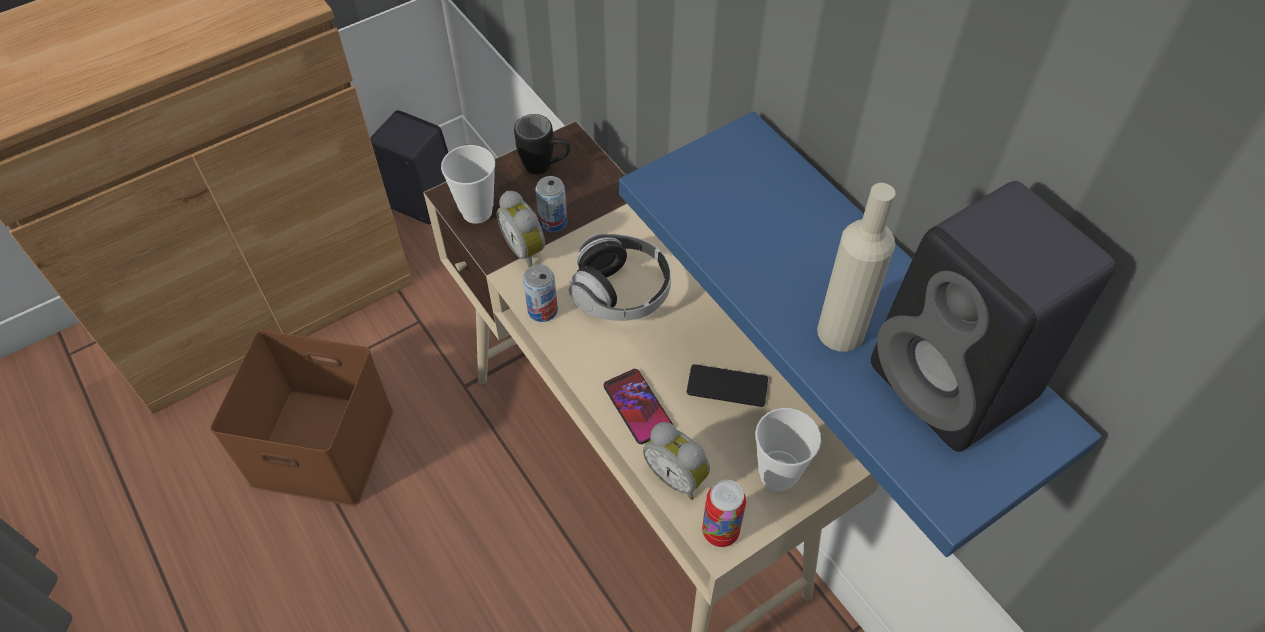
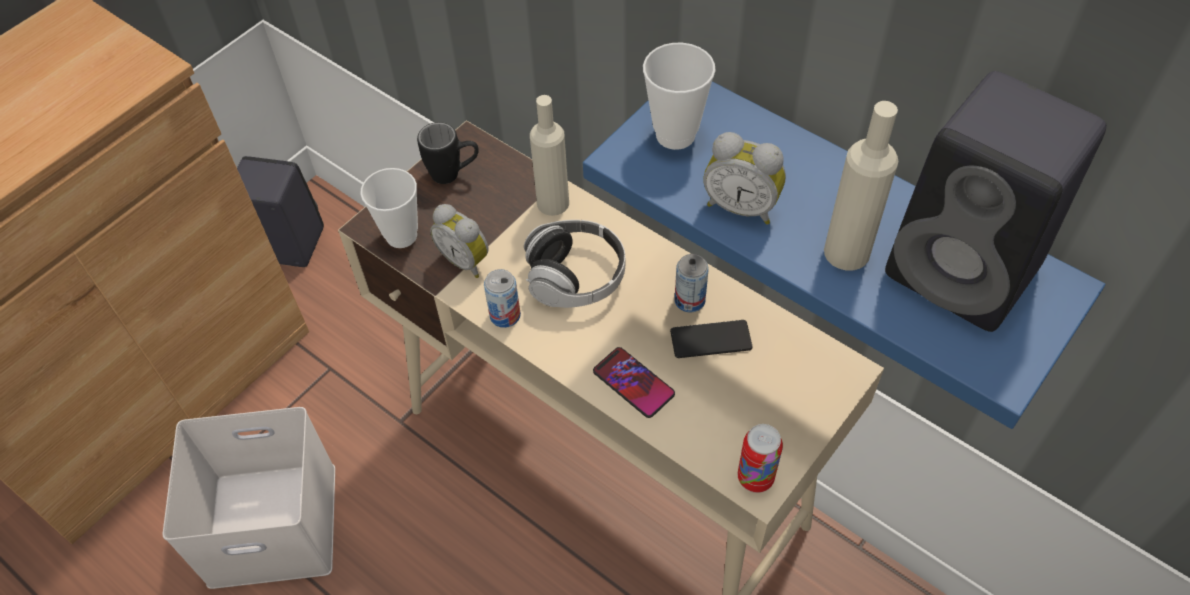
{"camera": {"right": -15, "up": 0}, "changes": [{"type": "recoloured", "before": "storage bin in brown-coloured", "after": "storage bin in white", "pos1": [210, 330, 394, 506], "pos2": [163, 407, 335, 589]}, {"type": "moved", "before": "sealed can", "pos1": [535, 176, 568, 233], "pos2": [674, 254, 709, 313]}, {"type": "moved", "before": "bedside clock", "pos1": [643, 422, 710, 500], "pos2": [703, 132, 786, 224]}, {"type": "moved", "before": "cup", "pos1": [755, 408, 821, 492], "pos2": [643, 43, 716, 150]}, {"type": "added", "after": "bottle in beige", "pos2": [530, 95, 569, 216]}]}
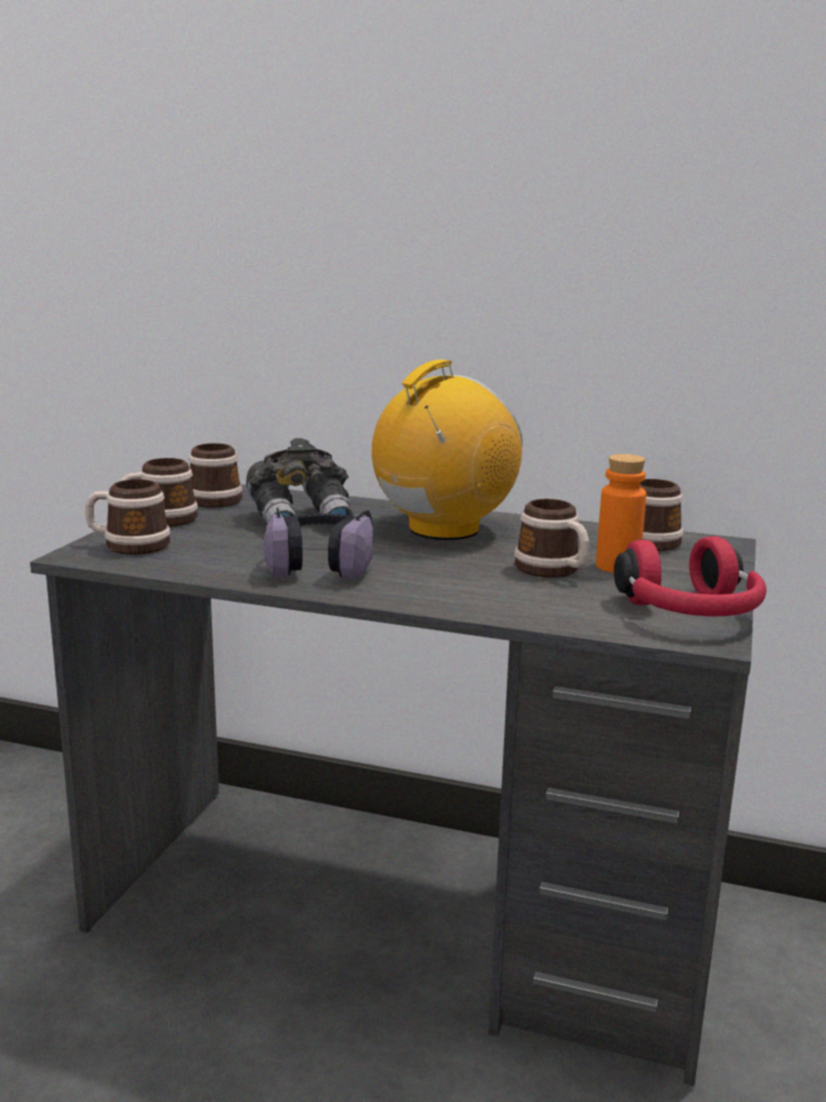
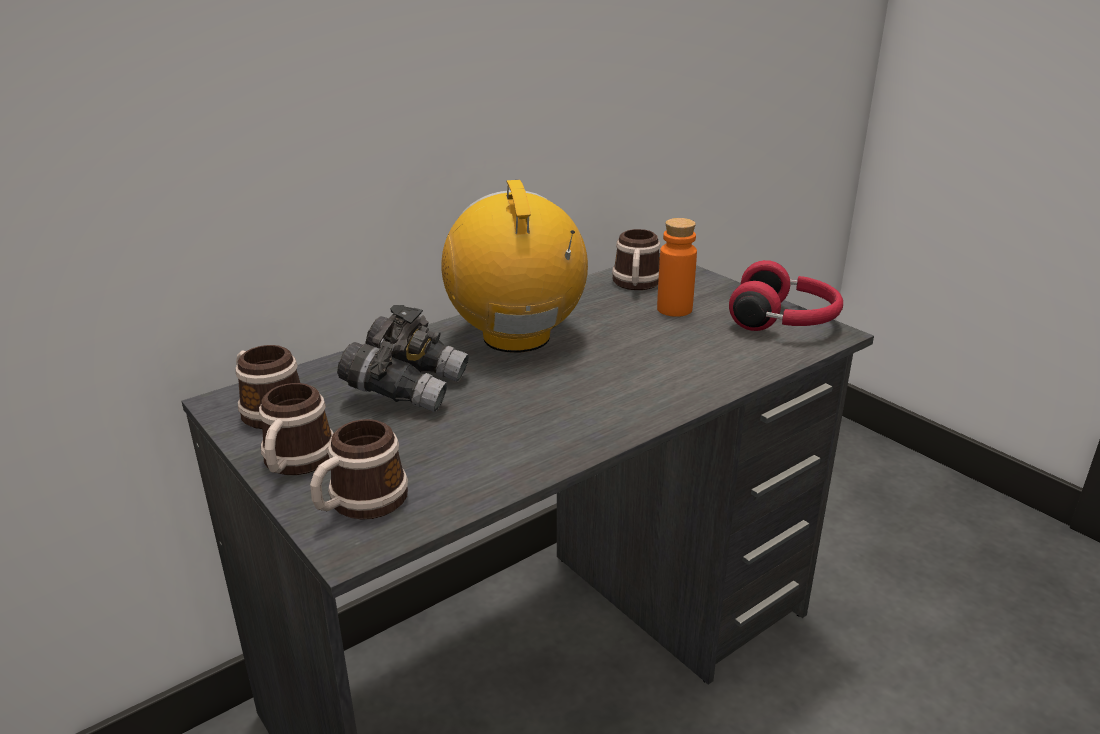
{"camera": {"right": -55, "up": 10}, "changes": [{"type": "removed", "before": "headset", "pos1": [264, 507, 373, 580]}, {"type": "removed", "before": "coffee mug", "pos1": [514, 499, 589, 578]}]}
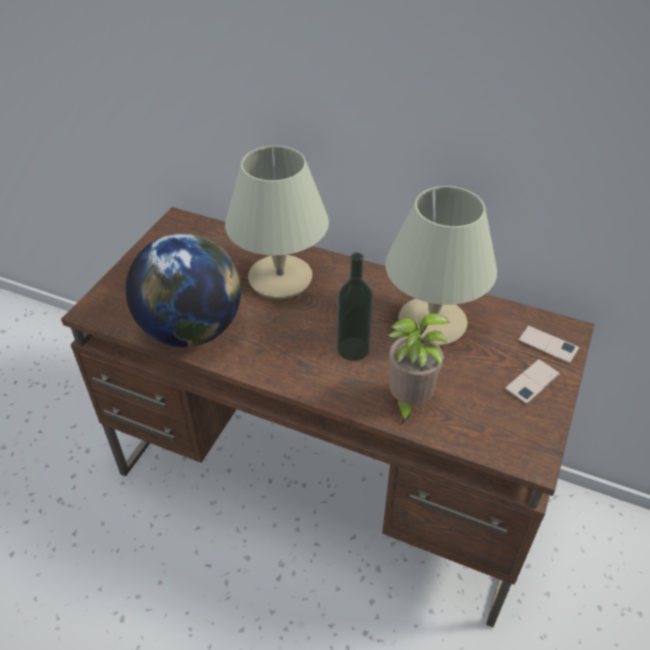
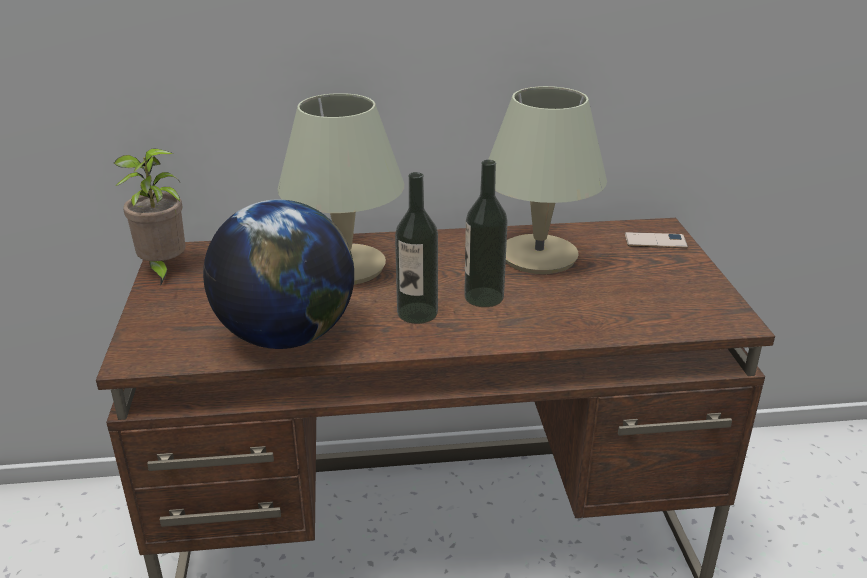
{"camera": {"right": -30, "up": -15}, "changes": [{"type": "moved", "before": "plant in a pot", "pos1": [388, 313, 450, 425], "pos2": [114, 148, 185, 284]}, {"type": "removed", "before": "handset", "pos1": [505, 359, 561, 404]}, {"type": "added", "after": "bottle", "pos2": [395, 172, 438, 324]}]}
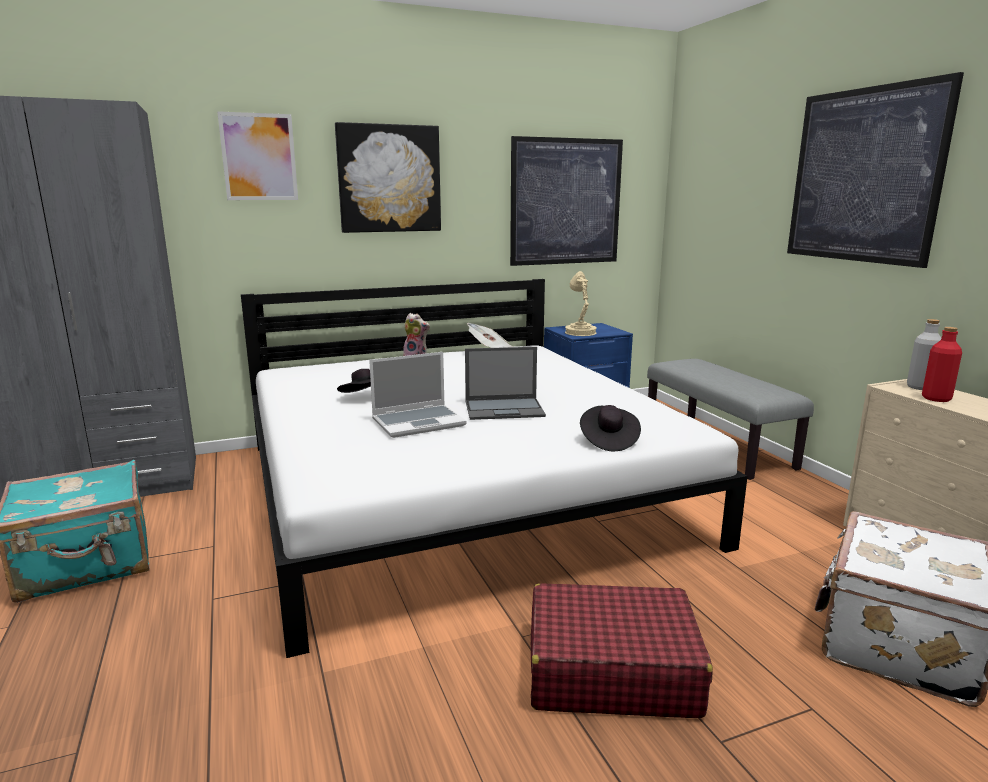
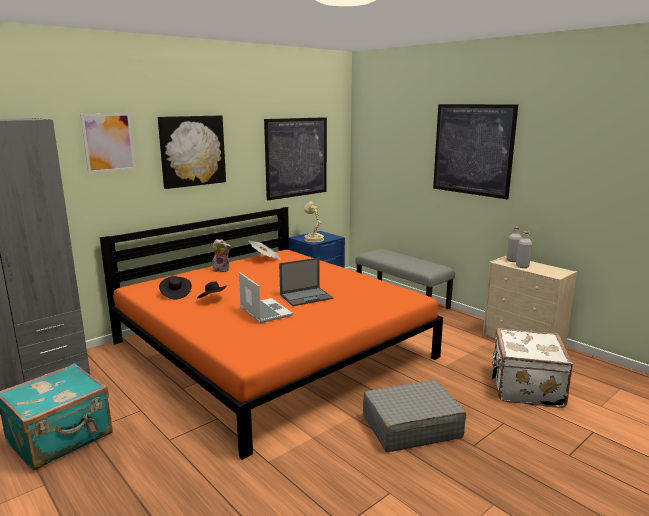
{"camera": {"right": -20, "up": 0}, "changes": [{"type": "recoloured", "before": "bed in white", "after": "bed in orange-coloured", "pos1": [241, 279, 748, 658], "pos2": [100, 207, 443, 460]}, {"type": "turned", "before": "laptop", "pos1": [369, 352, 467, 438], "pos2": [239, 272, 293, 323], "turn": -75}, {"type": "recoloured", "before": "travel case in reddish", "after": "travel case in gray", "pos1": [531, 583, 713, 718], "pos2": [363, 380, 466, 452]}, {"type": "moved", "before": "hat in black", "pos1": [580, 405, 641, 451], "pos2": [159, 276, 192, 300]}, {"type": "recoloured", "before": "bottle in reddish", "after": "bottle in gray", "pos1": [922, 327, 962, 402], "pos2": [516, 231, 532, 268]}]}
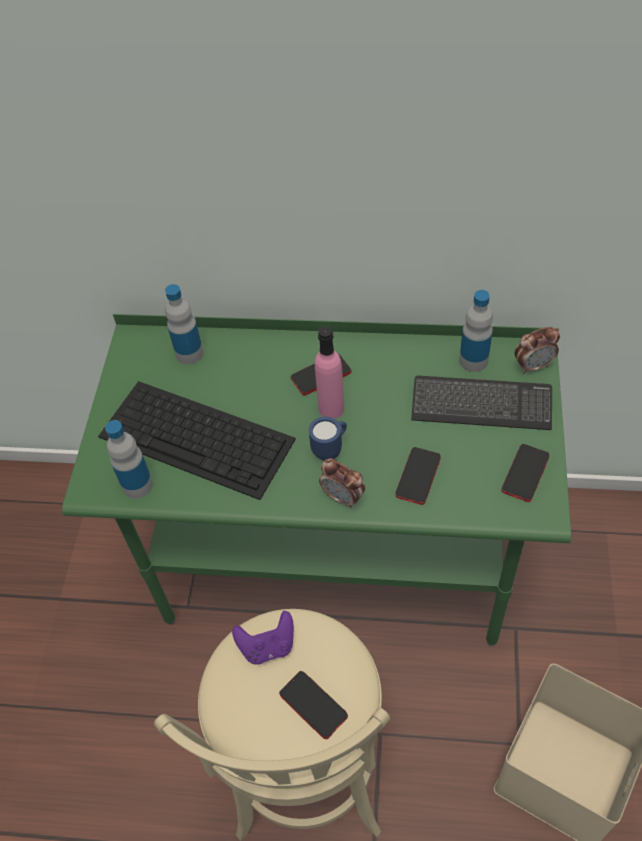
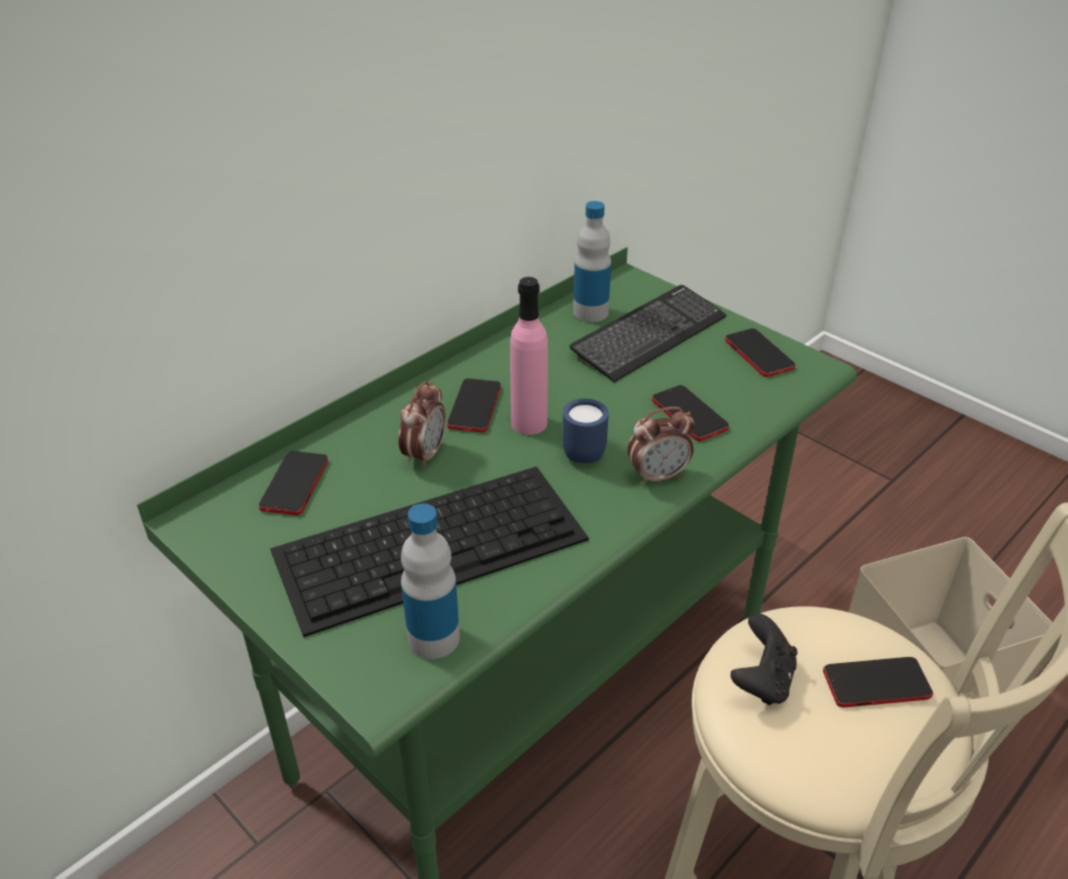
{"camera": {"right": -55, "up": -15}, "changes": [{"type": "replaced", "before": "bottle", "after": "handset", "pos1": [165, 284, 203, 364], "pos2": [259, 451, 328, 515]}, {"type": "recoloured", "before": "joypad in purplish", "after": "joypad in black", "pos1": [232, 611, 294, 665], "pos2": [731, 613, 797, 705]}, {"type": "moved", "before": "bedside clock", "pos1": [515, 327, 560, 374], "pos2": [398, 381, 446, 468]}]}
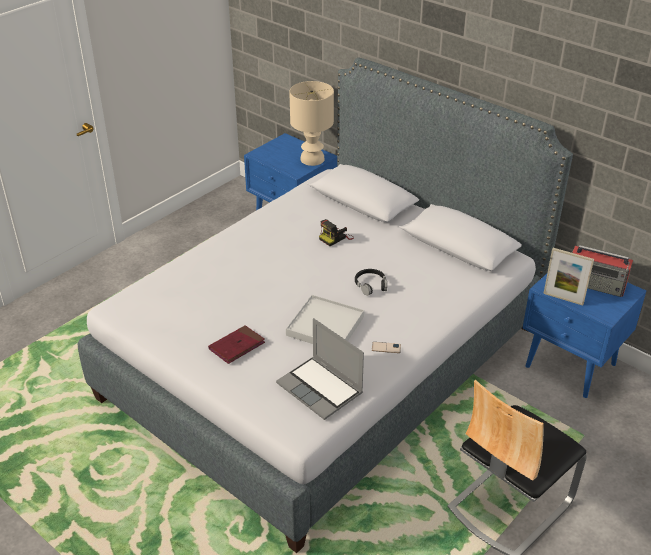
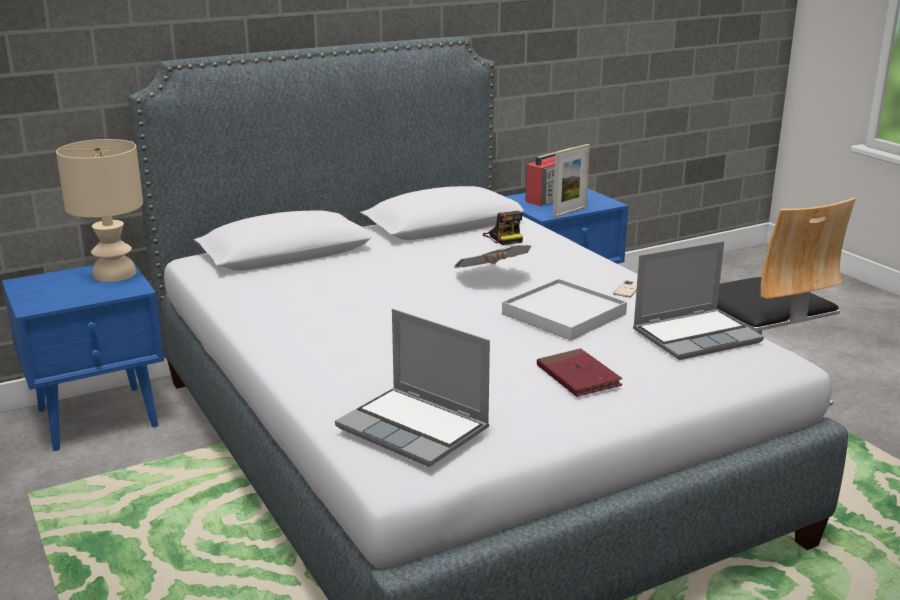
{"camera": {"right": -70, "up": -15}, "changes": [{"type": "moved", "before": "still camera", "pos1": [319, 219, 354, 246], "pos2": [483, 211, 523, 245]}, {"type": "replaced", "before": "headset in black", "after": "daily paper", "pos1": [355, 269, 387, 296], "pos2": [454, 245, 532, 268]}, {"type": "added", "after": "laptop", "pos2": [335, 309, 490, 467]}]}
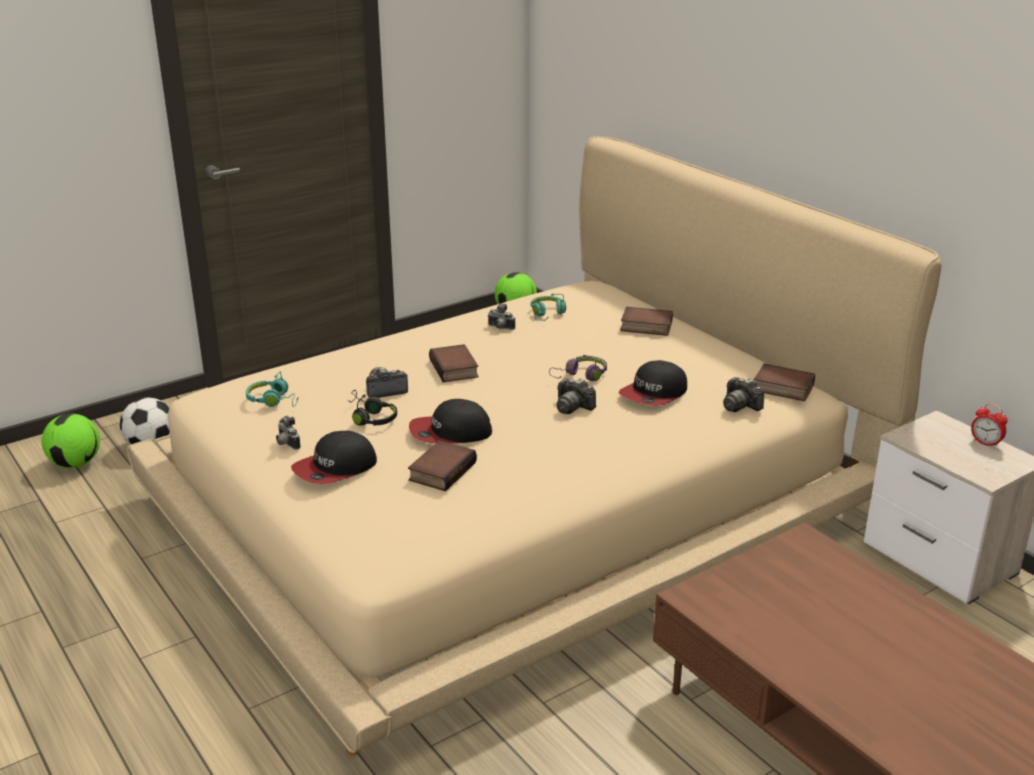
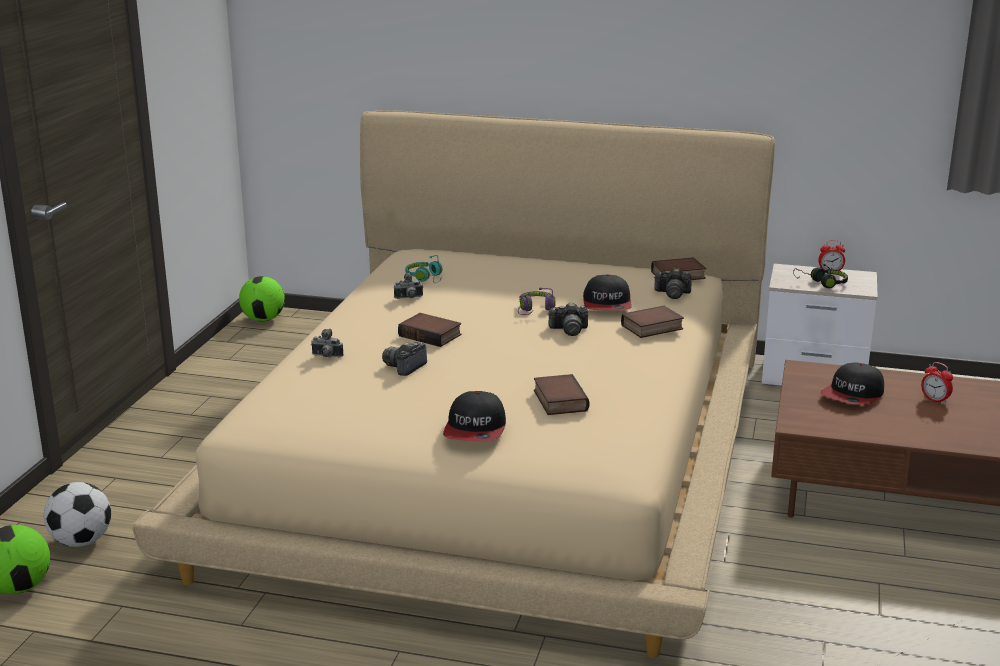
{"camera": {"right": -40, "up": -5}, "changes": [{"type": "removed", "before": "headset in turquoise-coloured", "pos1": [246, 372, 298, 407]}, {"type": "moved", "before": "still camera", "pos1": [276, 416, 301, 450], "pos2": [311, 329, 343, 357]}, {"type": "moved", "before": "headset in black", "pos1": [348, 390, 397, 426], "pos2": [793, 264, 848, 288]}, {"type": "moved", "before": "peaked cap", "pos1": [409, 399, 492, 443], "pos2": [821, 362, 884, 405]}, {"type": "moved", "before": "volume", "pos1": [620, 307, 673, 336], "pos2": [621, 306, 684, 338]}, {"type": "added", "after": "bedside clock", "pos2": [921, 362, 953, 405]}]}
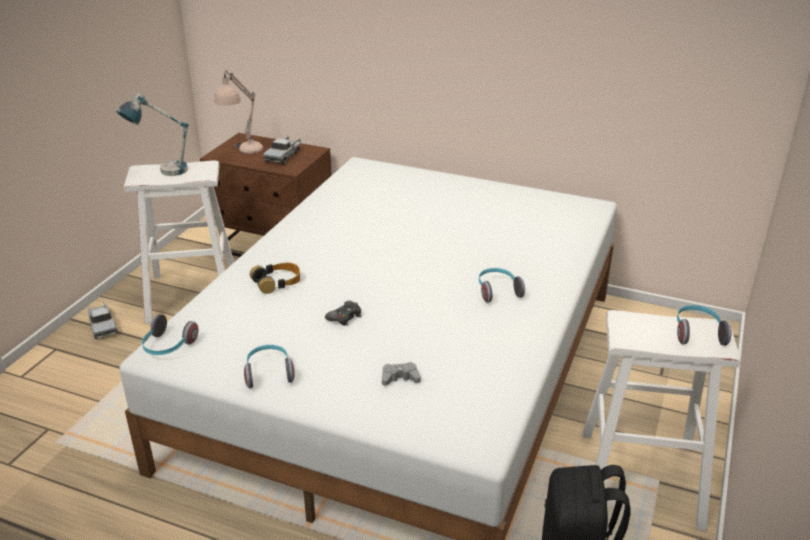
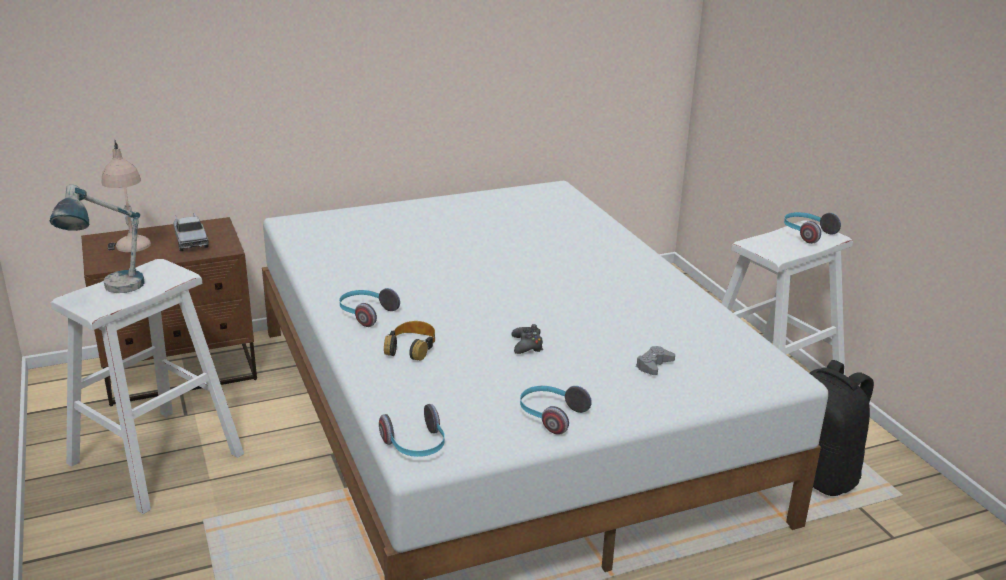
{"camera": {"right": -45, "up": -5}, "changes": [{"type": "removed", "before": "model truck", "pos1": [88, 301, 118, 339]}, {"type": "moved", "before": "headset", "pos1": [479, 268, 525, 303], "pos2": [339, 288, 400, 327]}]}
